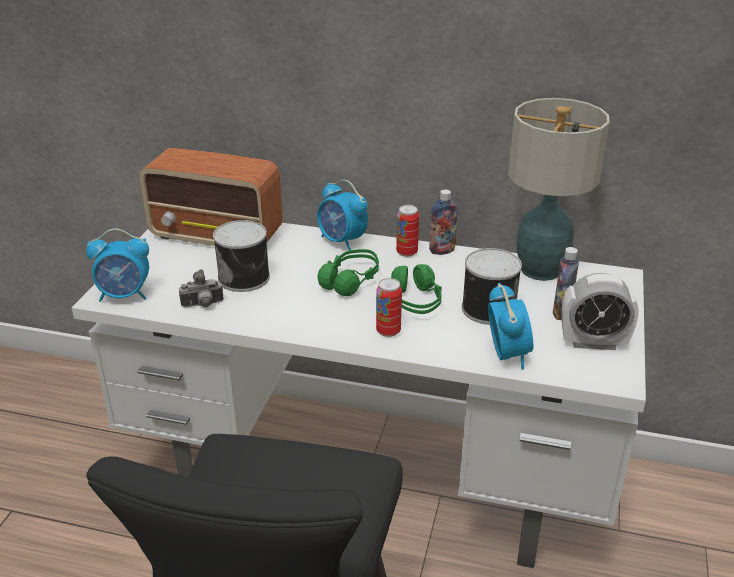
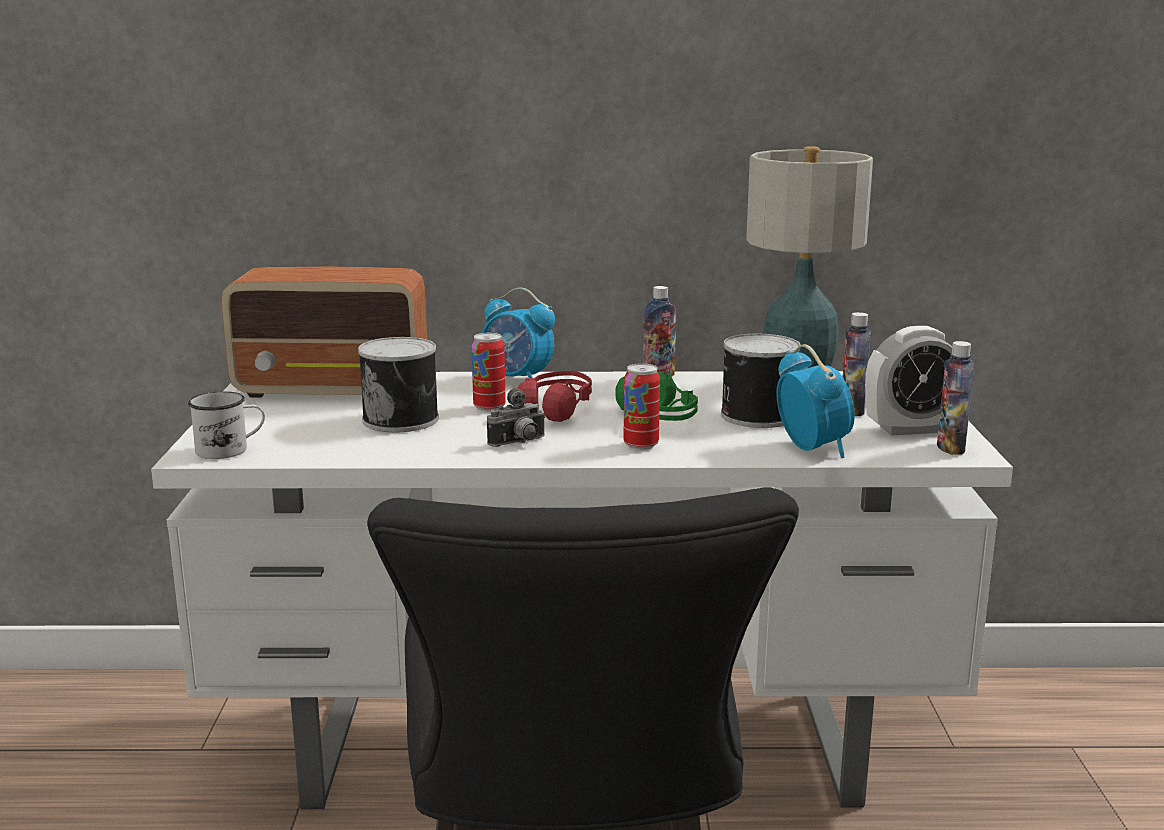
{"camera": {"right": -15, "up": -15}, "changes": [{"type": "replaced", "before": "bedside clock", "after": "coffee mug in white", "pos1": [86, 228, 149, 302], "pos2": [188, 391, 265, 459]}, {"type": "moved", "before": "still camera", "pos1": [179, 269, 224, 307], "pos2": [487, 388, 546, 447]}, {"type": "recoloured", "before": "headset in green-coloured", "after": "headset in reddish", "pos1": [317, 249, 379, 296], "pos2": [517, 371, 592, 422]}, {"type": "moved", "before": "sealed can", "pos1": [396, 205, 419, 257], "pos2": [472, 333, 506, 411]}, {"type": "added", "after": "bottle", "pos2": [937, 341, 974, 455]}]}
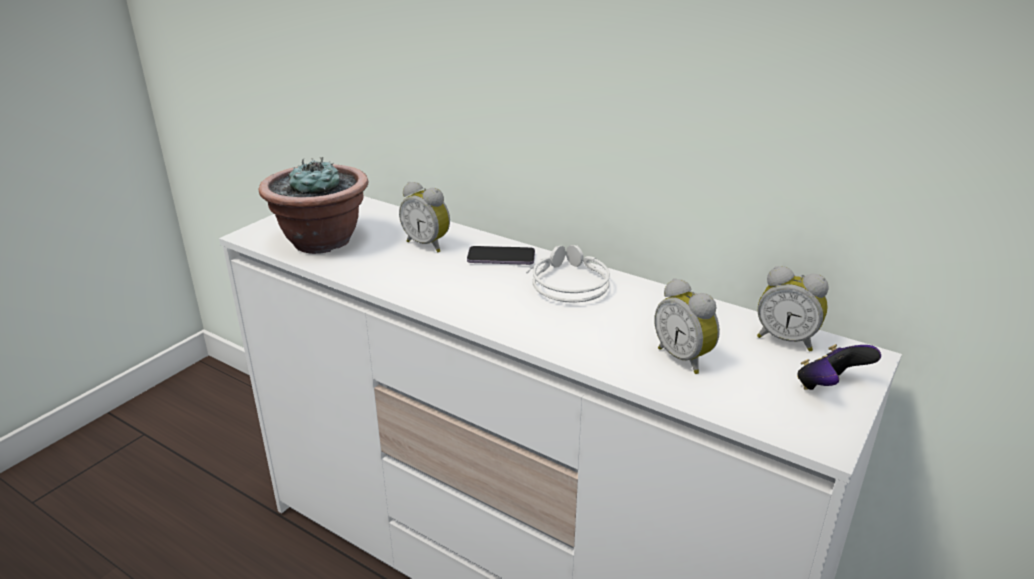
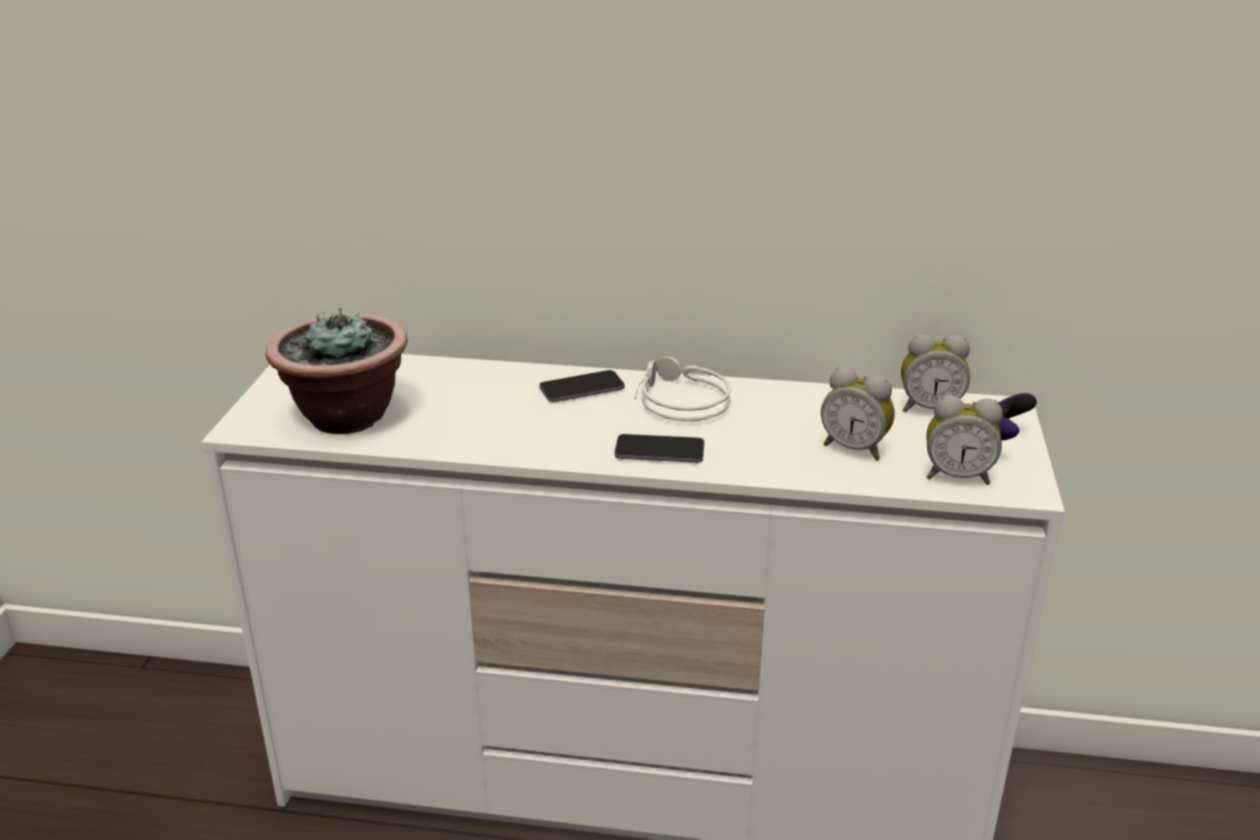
{"camera": {"right": -25, "up": 0}, "changes": [{"type": "moved", "before": "bedside clock", "pos1": [399, 182, 450, 252], "pos2": [927, 395, 1003, 485]}, {"type": "added", "after": "handset", "pos2": [615, 434, 704, 463]}]}
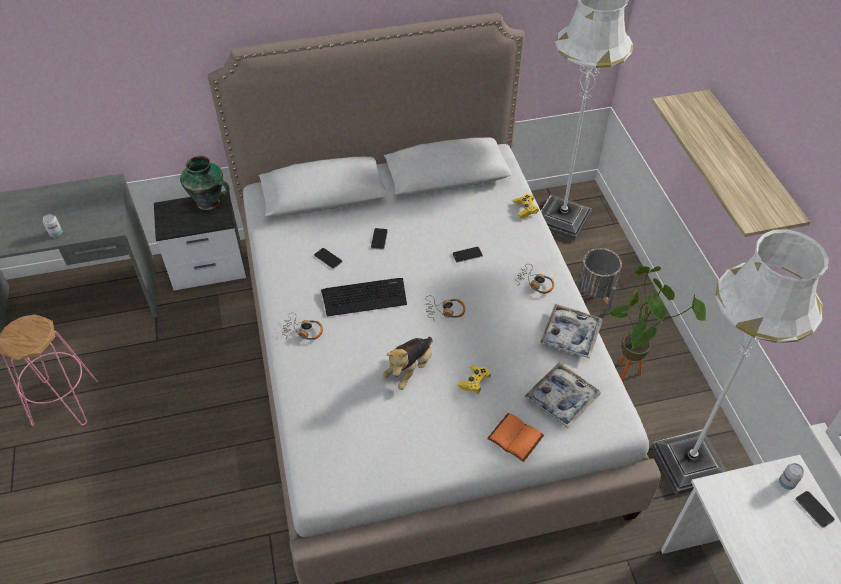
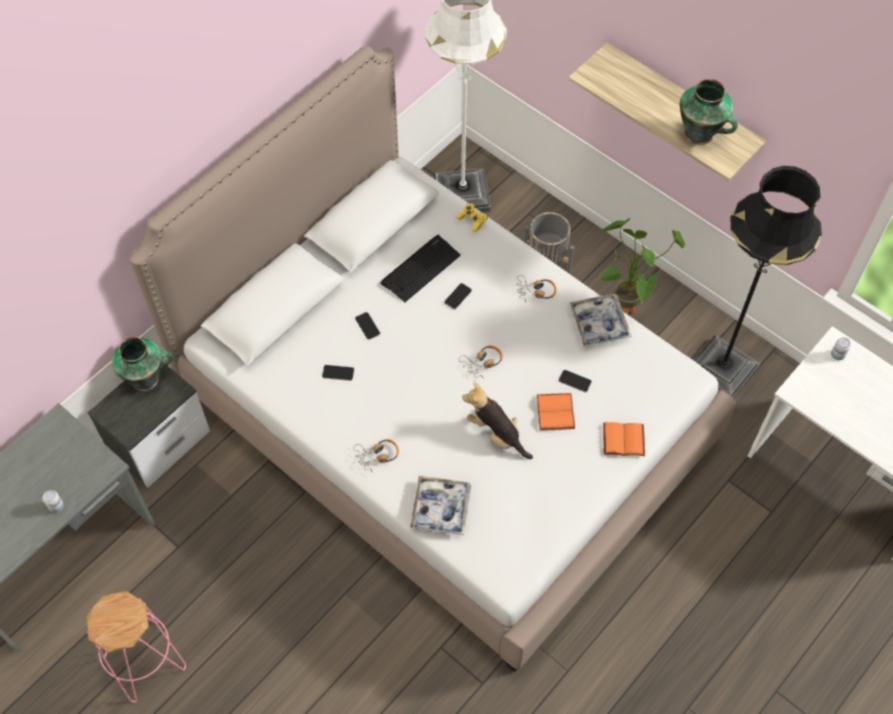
{"camera": {"right": -35, "up": 10}, "changes": [{"type": "moved", "before": "keyboard", "pos1": [321, 278, 407, 317], "pos2": [380, 234, 461, 302]}, {"type": "turned", "before": "plush toy", "pos1": [383, 337, 433, 390], "pos2": [462, 382, 533, 459], "turn": 135}, {"type": "replaced", "before": "joypad in yellow", "after": "volume in orange-coloured", "pos1": [458, 365, 491, 394], "pos2": [536, 393, 575, 430]}, {"type": "moved", "before": "carrying tray", "pos1": [525, 362, 601, 428], "pos2": [410, 476, 471, 535]}, {"type": "recoloured", "before": "standard lamp in white", "after": "standard lamp in black", "pos1": [651, 229, 828, 495], "pos2": [694, 166, 822, 398]}, {"type": "moved", "before": "handset", "pos1": [796, 491, 835, 528], "pos2": [559, 370, 592, 392]}, {"type": "added", "after": "vase", "pos2": [680, 79, 738, 145]}]}
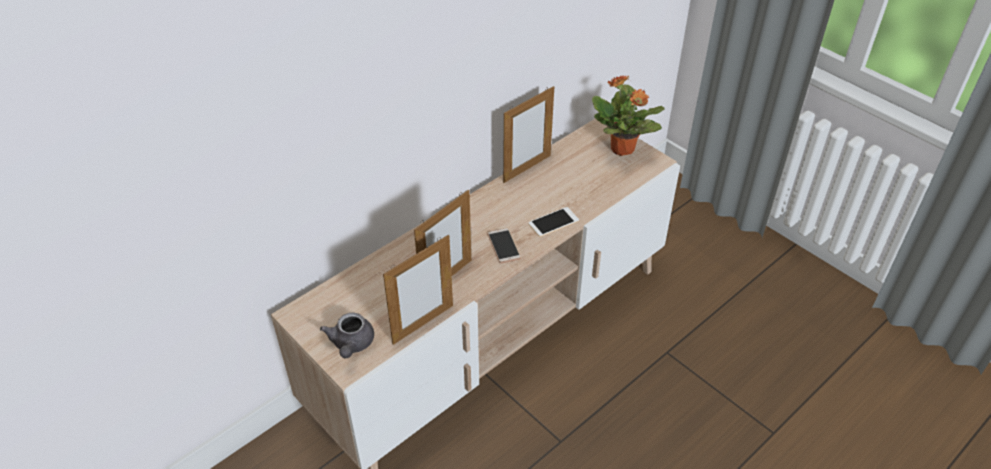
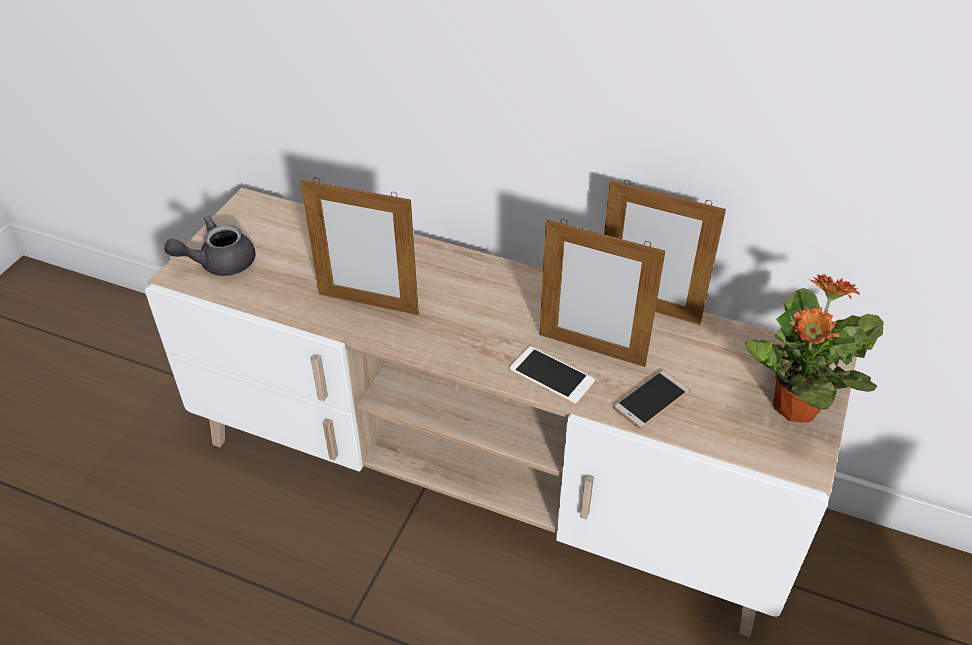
{"camera": {"right": 65, "up": 0}, "changes": [{"type": "moved", "before": "picture frame", "pos1": [383, 235, 453, 345], "pos2": [540, 219, 665, 367]}, {"type": "moved", "before": "handset", "pos1": [487, 228, 521, 263], "pos2": [613, 370, 690, 429]}]}
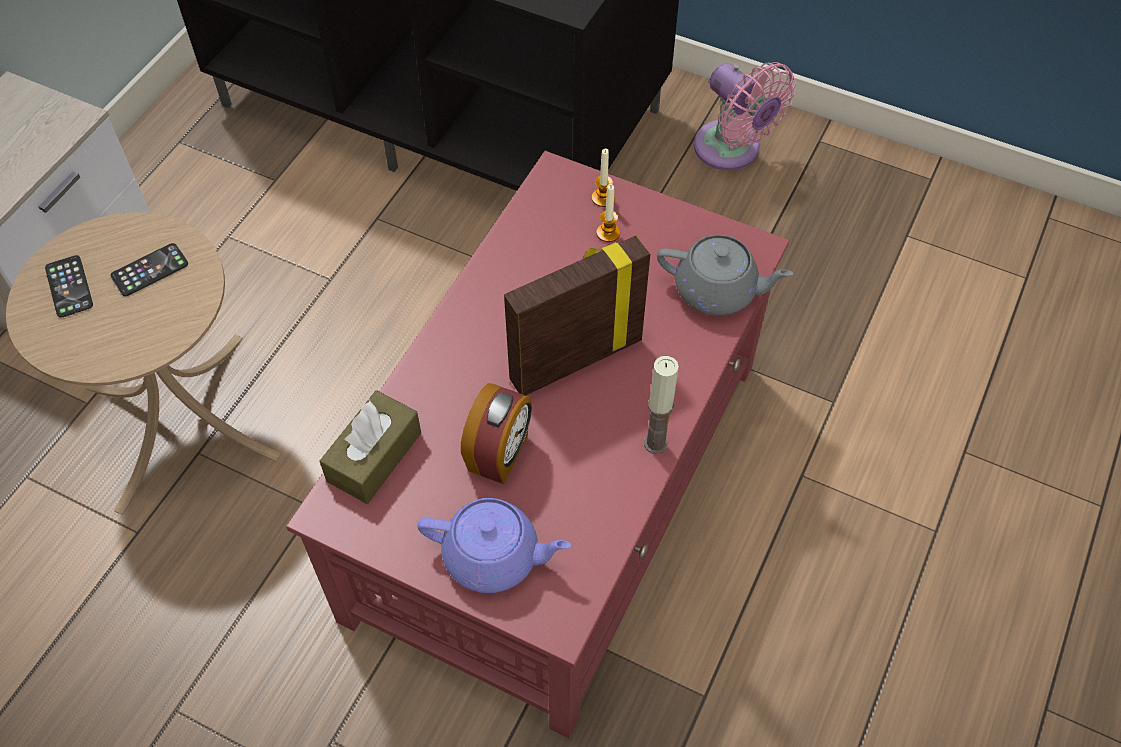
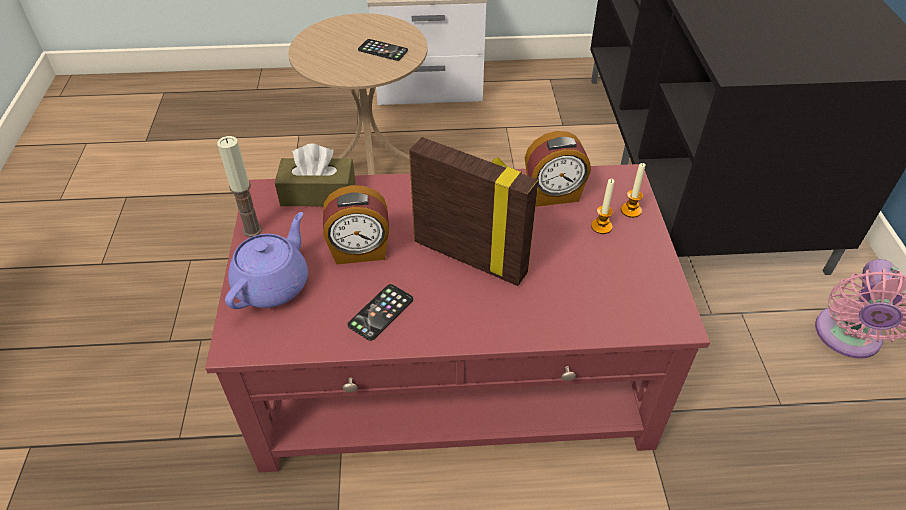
{"camera": {"right": 60, "up": -10}, "changes": [{"type": "moved", "before": "handset", "pos1": [45, 255, 93, 318], "pos2": [347, 284, 413, 341]}, {"type": "turned", "before": "tea pot in purplish", "pos1": [417, 498, 571, 593], "pos2": [225, 212, 308, 309], "turn": -135}, {"type": "moved", "before": "wax candle", "pos1": [644, 356, 679, 454], "pos2": [217, 136, 262, 237]}, {"type": "removed", "before": "tea pot in gray", "pos1": [657, 235, 793, 315]}, {"type": "added", "after": "bedside clock", "pos2": [525, 131, 591, 207]}]}
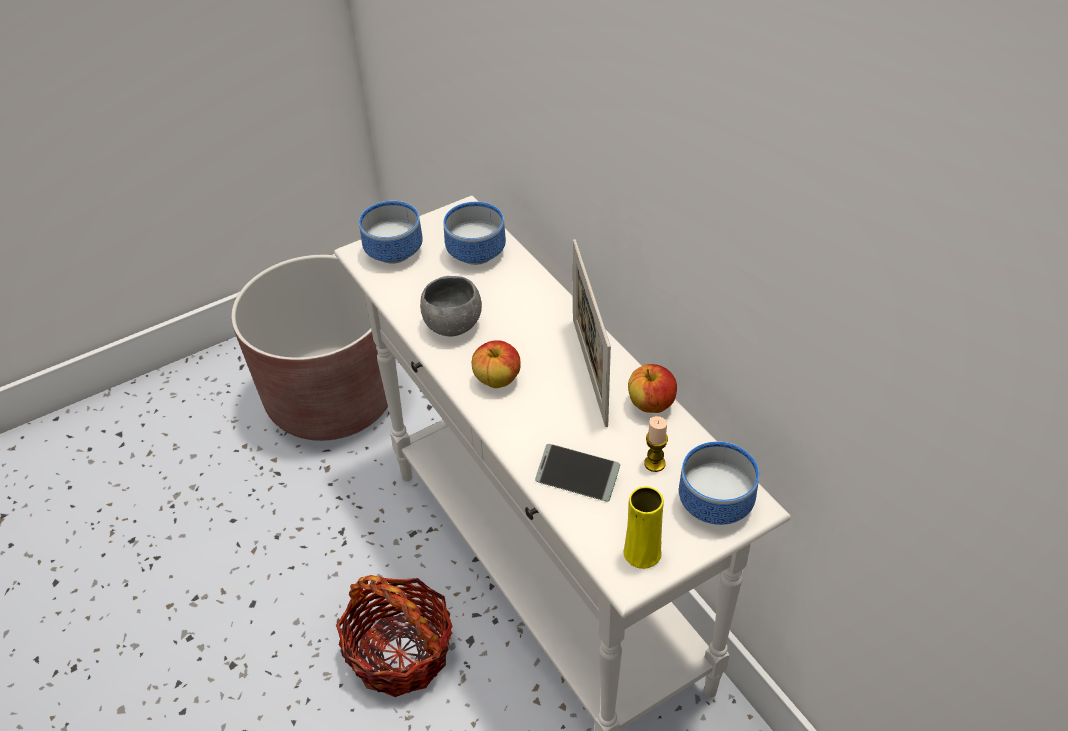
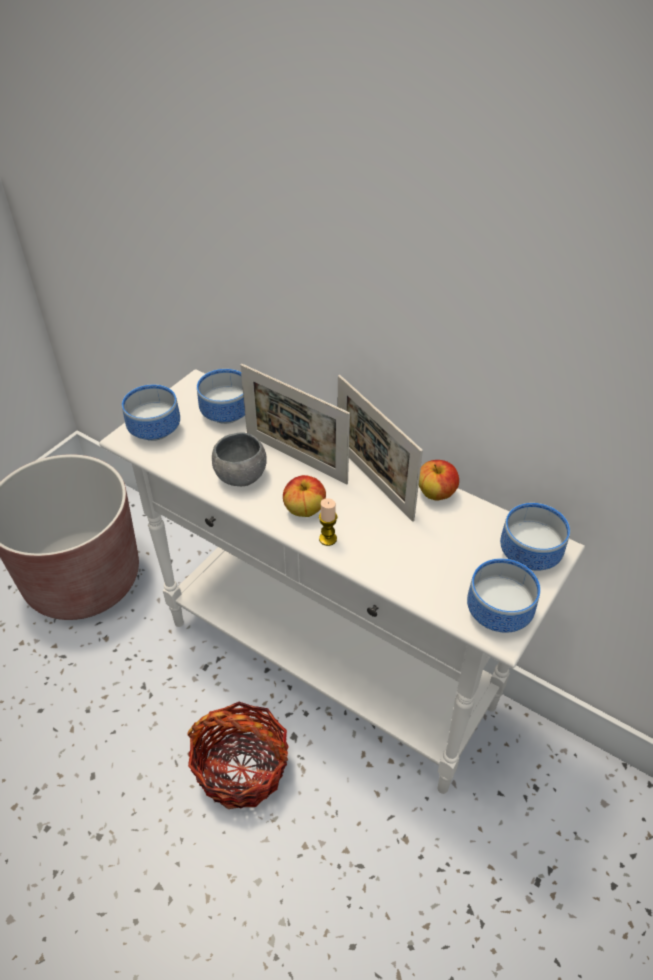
{"camera": {"right": -25, "up": 0}, "changes": [{"type": "removed", "before": "handset", "pos1": [535, 444, 620, 501]}, {"type": "replaced", "before": "vase in yellow", "after": "deep dish", "pos1": [623, 487, 664, 569], "pos2": [467, 558, 541, 633]}, {"type": "moved", "before": "wax candle", "pos1": [644, 416, 668, 472], "pos2": [319, 498, 337, 546]}, {"type": "added", "after": "picture frame", "pos2": [240, 364, 350, 485]}]}
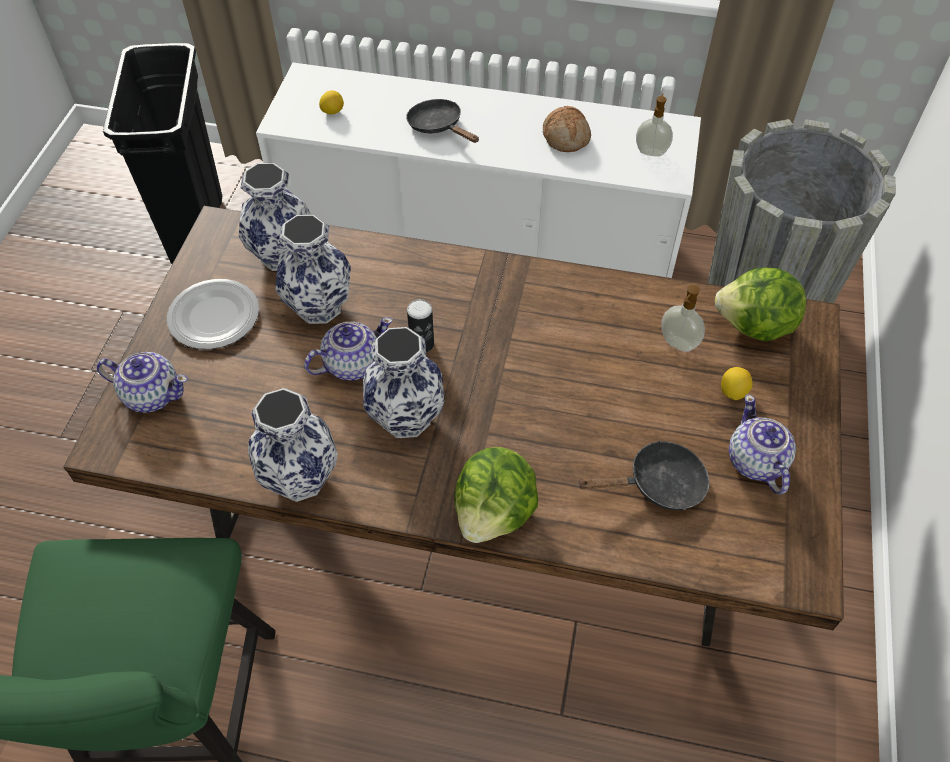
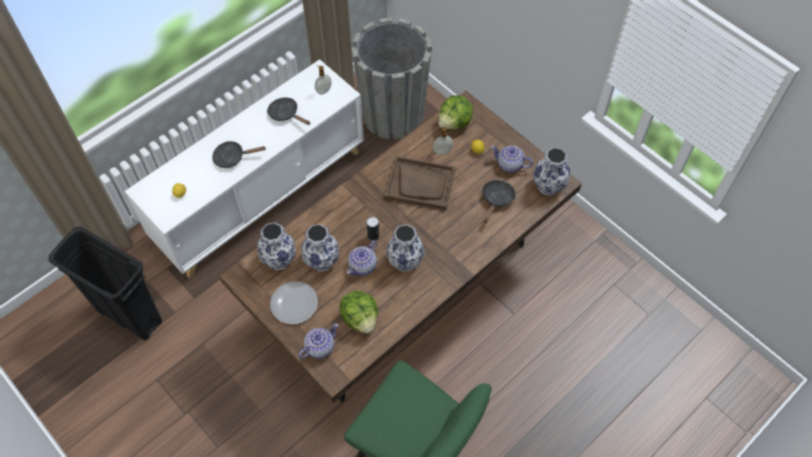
{"camera": {"right": -55, "up": 5}, "changes": [{"type": "moved", "before": "vase", "pos1": [248, 388, 338, 502], "pos2": [533, 147, 570, 196]}, {"type": "turned", "before": "tea pot", "pos1": [304, 317, 393, 380], "pos2": [347, 241, 377, 276], "turn": -150}, {"type": "moved", "before": "head of lettuce", "pos1": [454, 447, 538, 543], "pos2": [339, 291, 378, 334]}, {"type": "replaced", "before": "baked bread", "after": "frying pan in black", "pos1": [543, 106, 591, 152], "pos2": [267, 97, 311, 125]}, {"type": "added", "after": "carrying tray in brown-coloured", "pos2": [384, 156, 456, 210]}]}
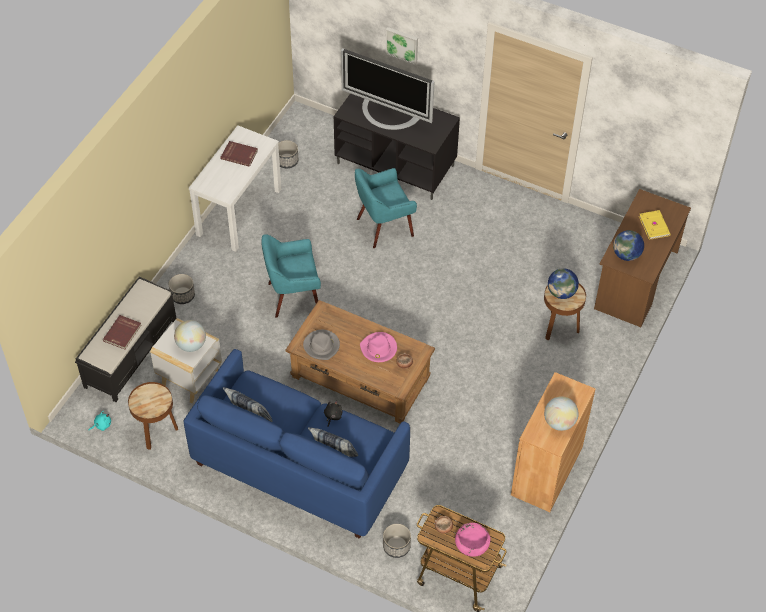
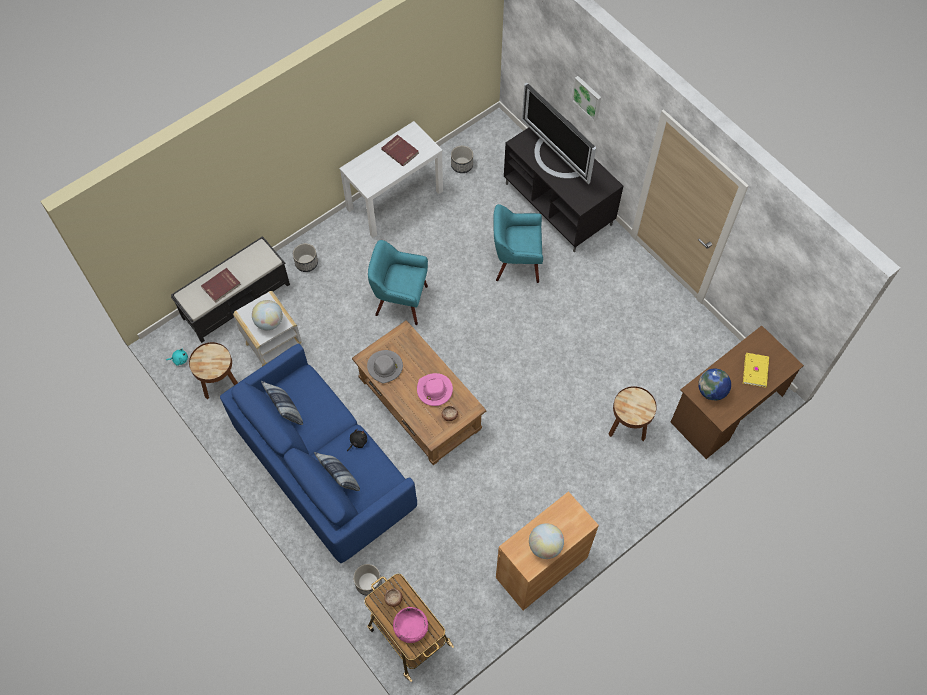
{"camera": {"right": 25, "up": 10}, "changes": [{"type": "removed", "before": "globe", "pos1": [548, 268, 579, 299]}]}
